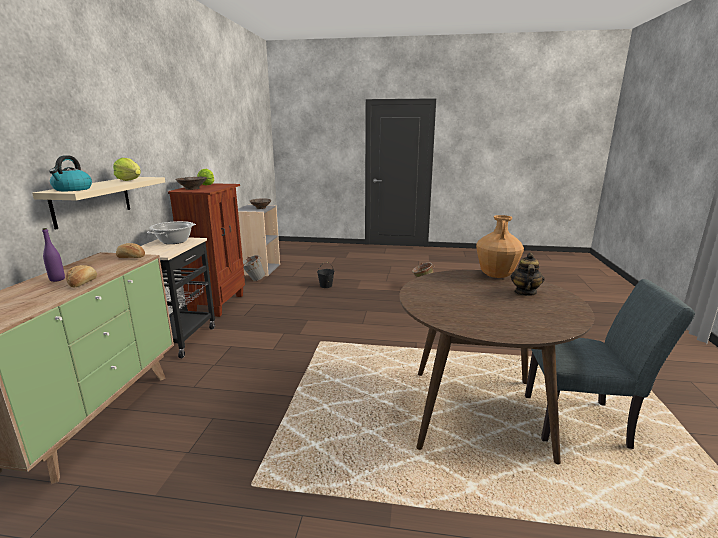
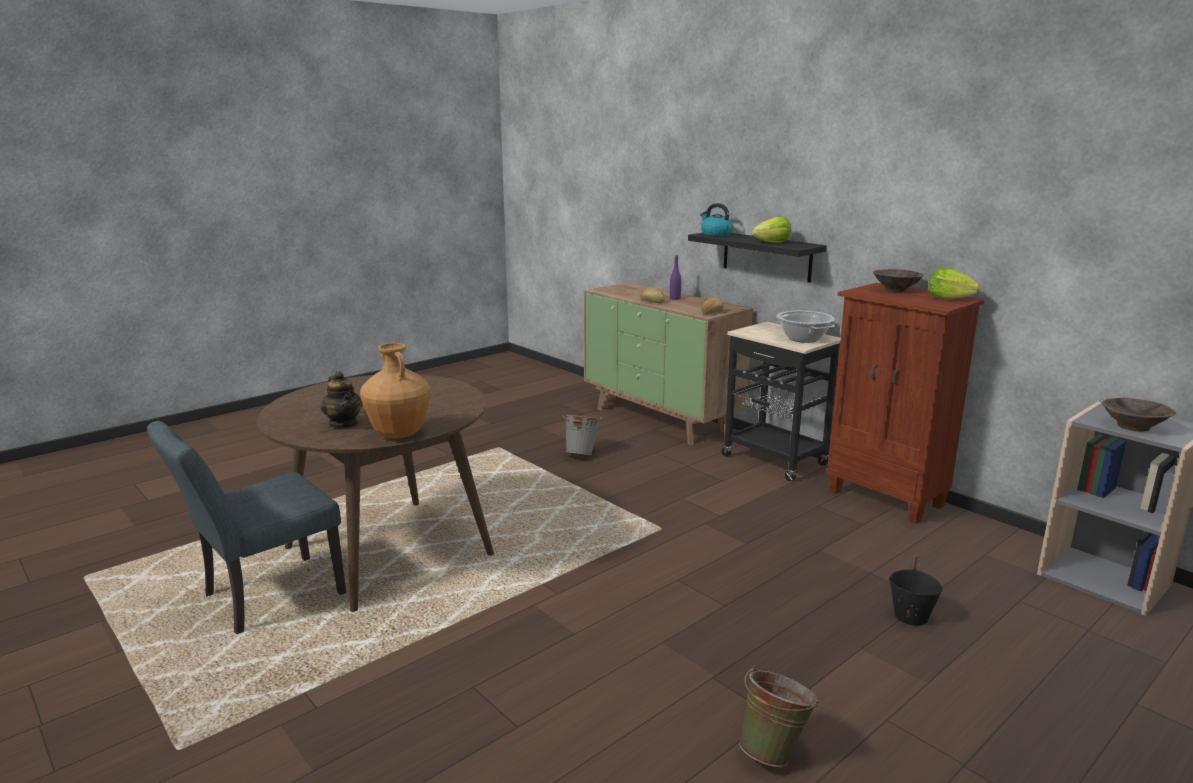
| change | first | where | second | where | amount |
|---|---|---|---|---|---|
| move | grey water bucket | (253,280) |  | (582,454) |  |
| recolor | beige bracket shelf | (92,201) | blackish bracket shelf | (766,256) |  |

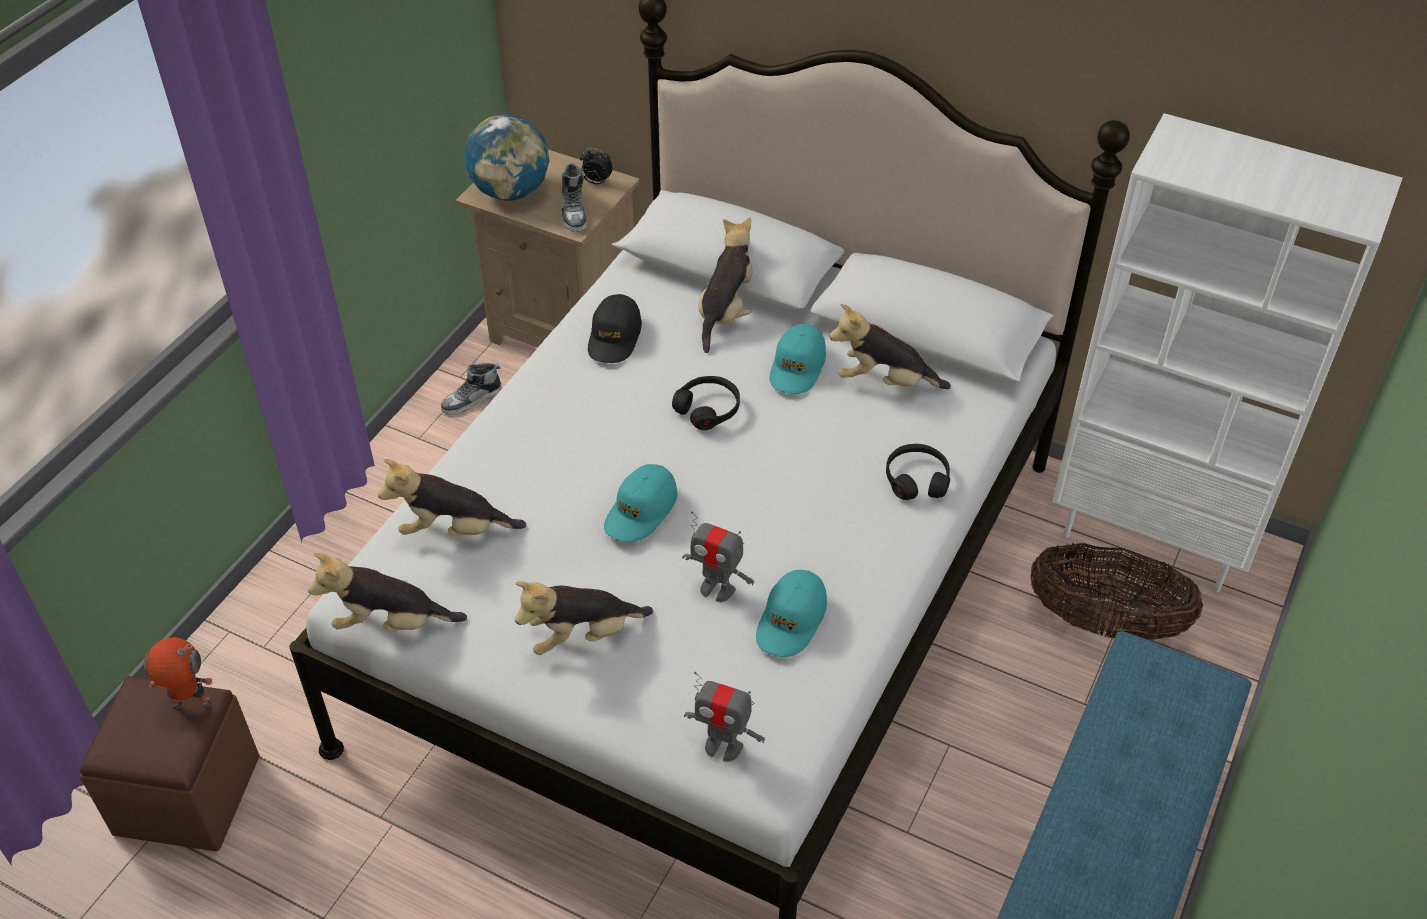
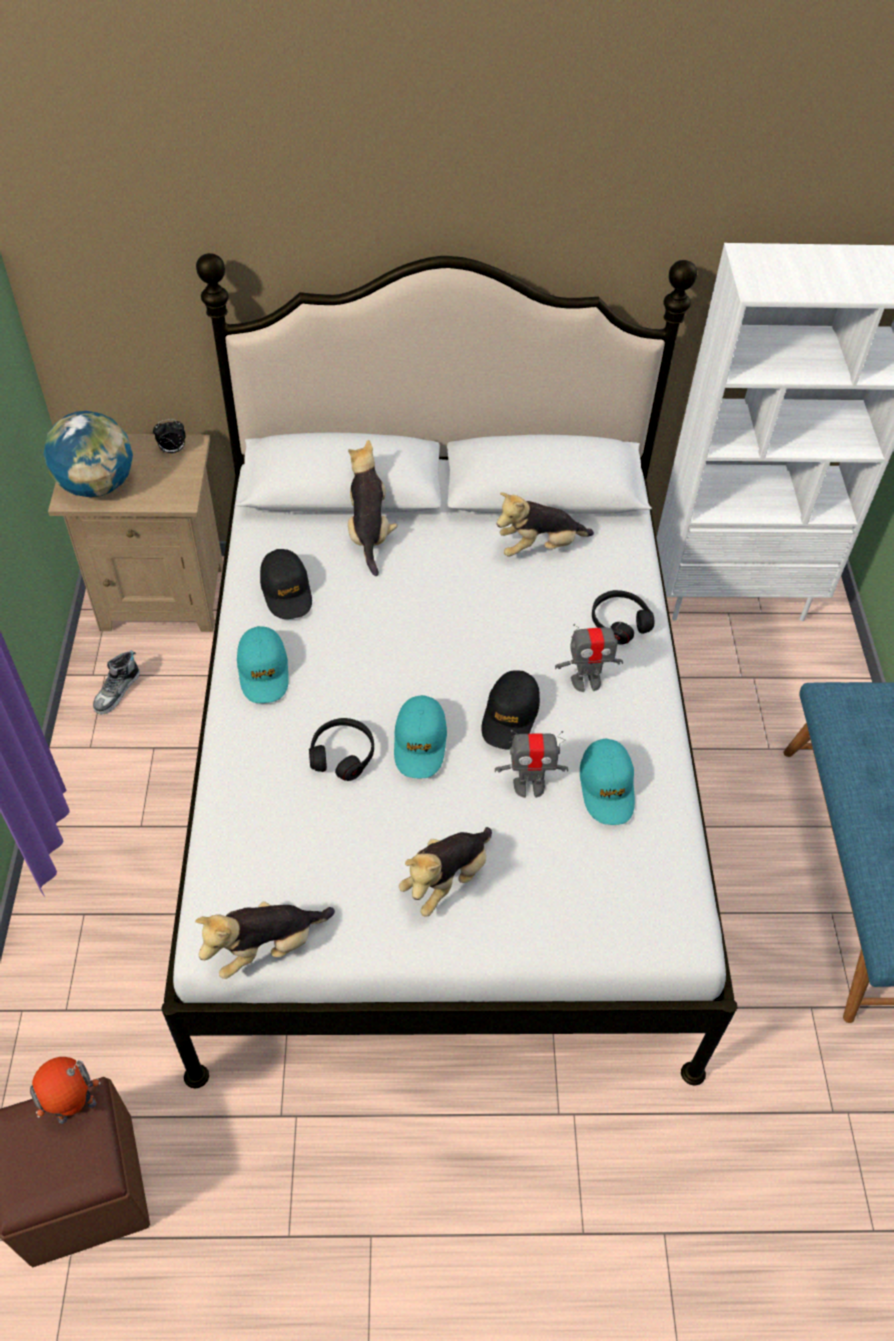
| change | first | where | second | where | amount |
|---|---|---|---|---|---|
| delete | soft toy | (454,530) |  |  |  |
| delete | shoe | (574,211) |  |  |  |
| delete | storage basket | (1105,623) |  |  |  |
| insert |  |  | blackish cap | (510,715) |  |
| move | blackish headset | (708,408) |  | (342,754) |  |
| move | robot figure | (723,746) |  | (586,681) |  |
| move | blue-green cap | (797,367) |  | (263,671) |  |

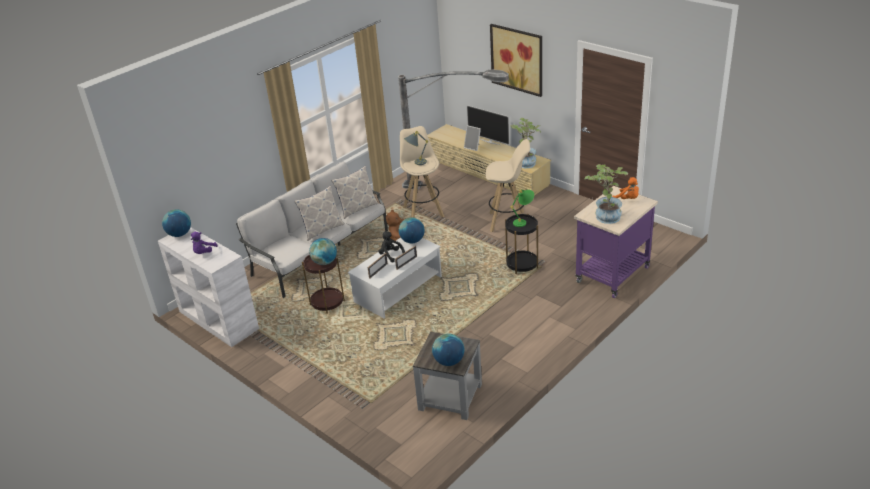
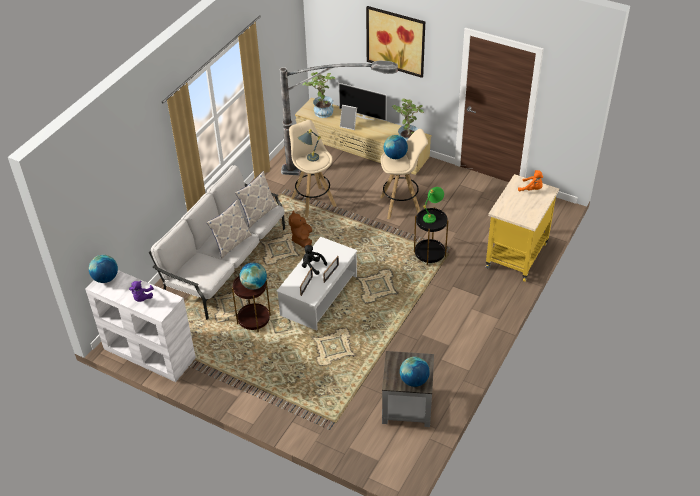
| change | first | where | second | where | amount |
|---|---|---|---|---|---|
| move | desk globe | (412,241) |  | (395,156) |  |
| move | potted plant | (605,215) |  | (321,110) |  |
| recolor | purplish trolley | (612,275) | yellow-coloured trolley | (517,256) |  |

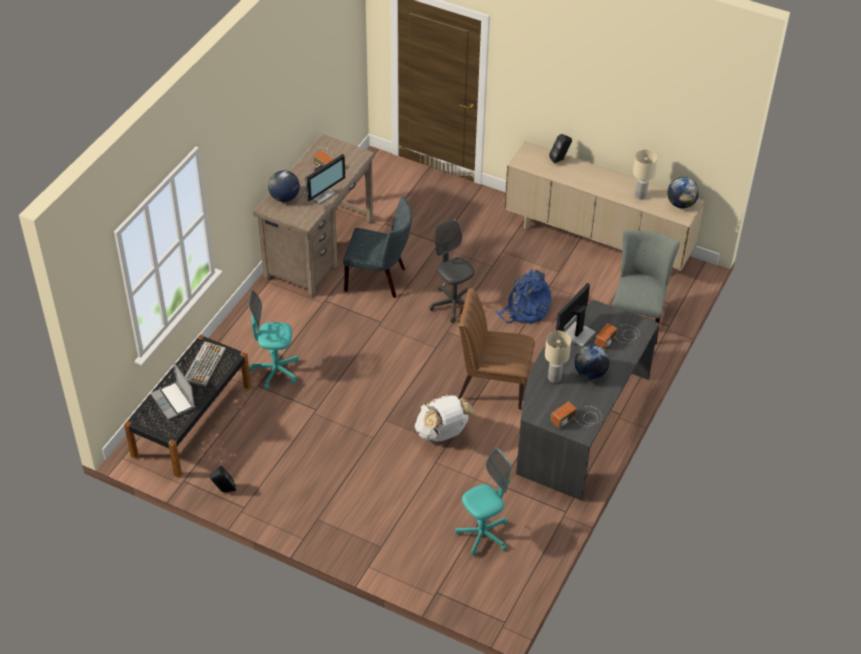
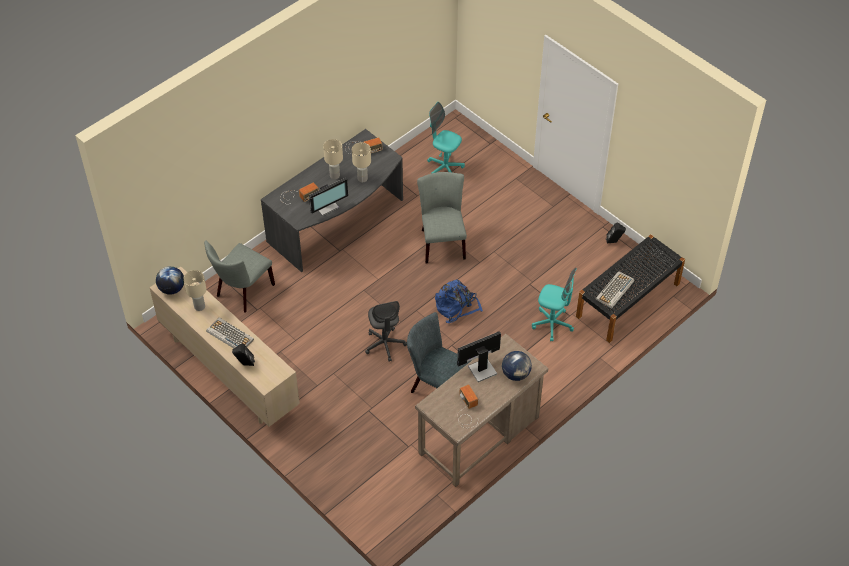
| change | first | where | second | where | amount |
|---|---|---|---|---|---|
| delete | notebook computer | (174,401) |  |  |  |
| delete | brown-coloured chair | (493,386) |  |  |  |
| insert |  |  | keyboard | (229,335) |  |
| move | blue-coloured backpack | (525,310) |  | (456,307) |  |
| replace | whitish backpack | (442,433) | grey chair | (441,241) |  |
| replace | desk globe | (590,373) | beige lamp for a table | (335,175) |  |
| rotate | blue-green desk chair | (483,534) |  | (444,168) | 45 degrees clockwise |

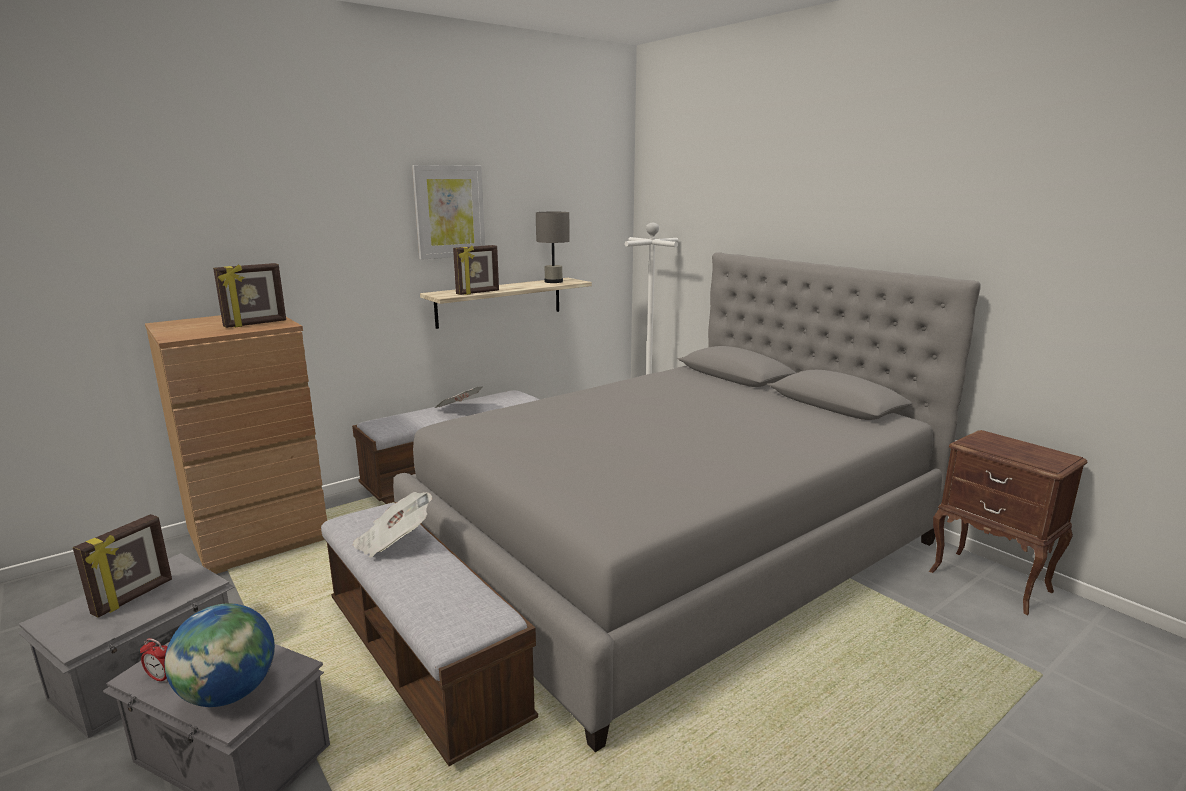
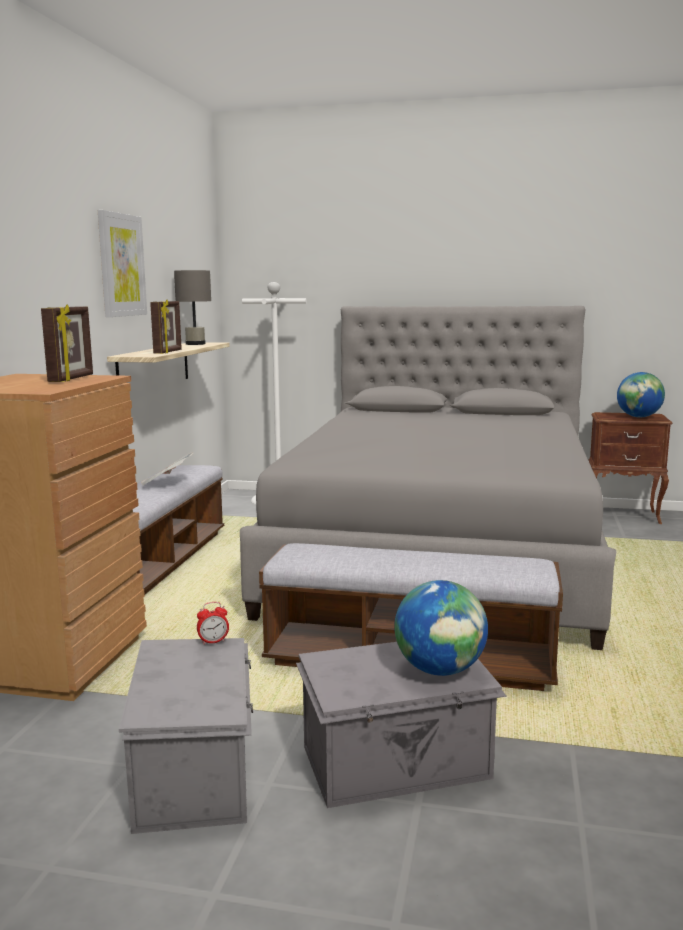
| change | first | where | second | where | amount |
|---|---|---|---|---|---|
| delete | photo frame | (134,597) |  |  |  |
| delete | newspaper | (393,542) |  |  |  |
| insert |  |  | desk globe | (639,417) |  |
| move | alarm clock | (161,678) |  | (213,641) |  |

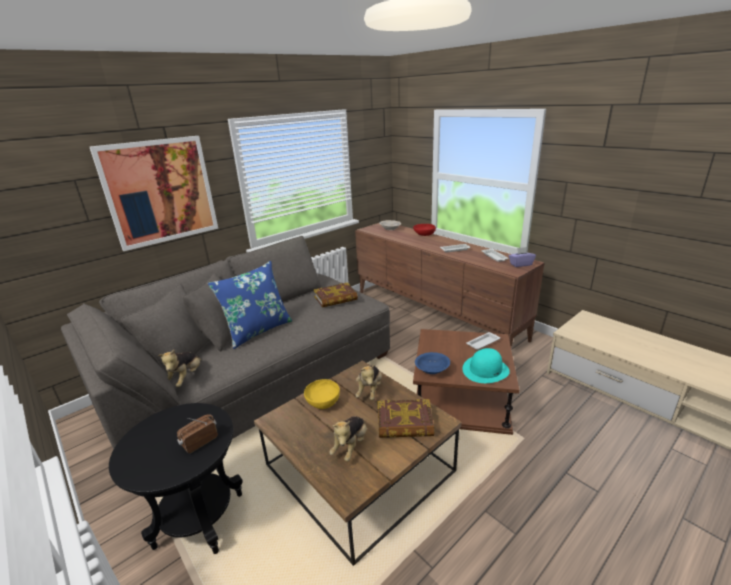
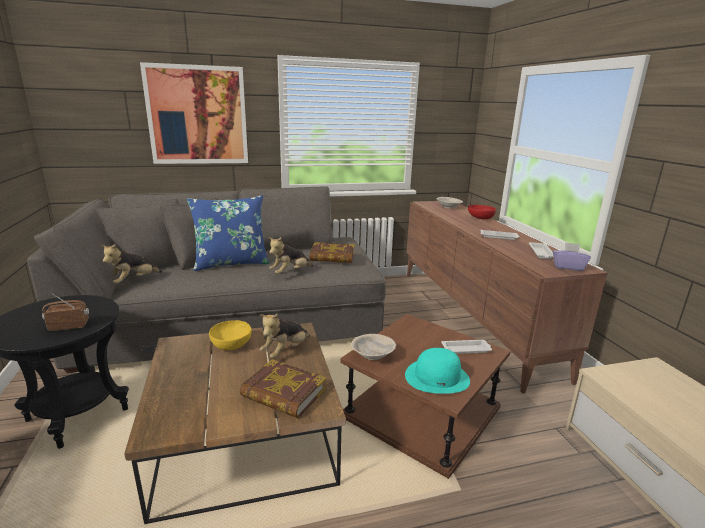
| change | first | where | second | where | amount |
|---|---|---|---|---|---|
| move | soft toy | (350,446) |  | (290,273) |  |
| recolor | blue-coloured deep dish | (432,370) | beige deep dish | (373,355) |  |

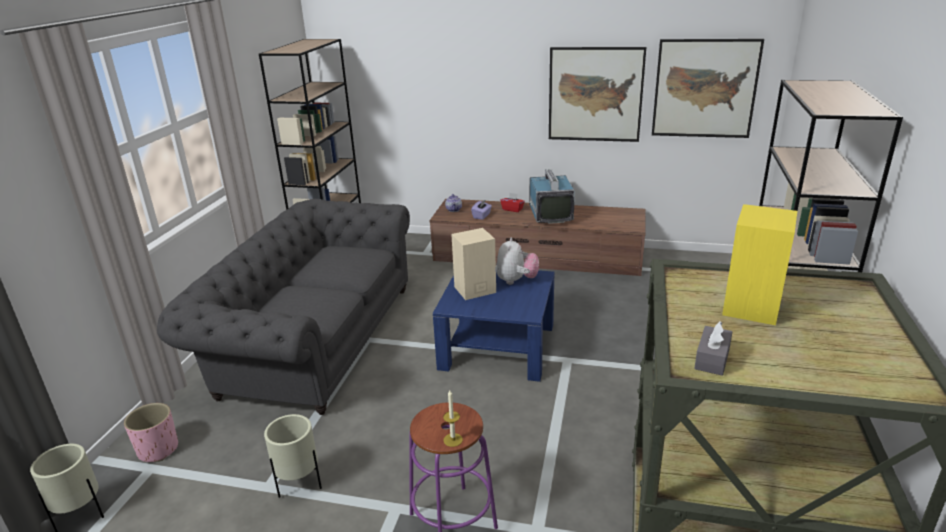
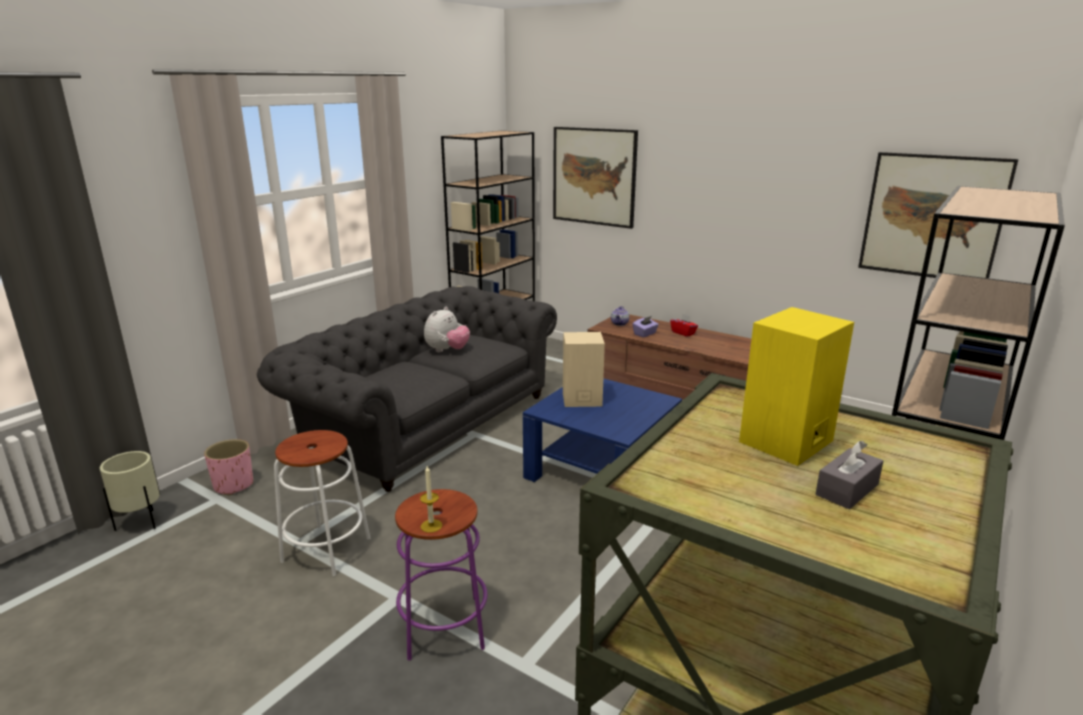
| change | first | where | second | where | amount |
|---|---|---|---|---|---|
| delete | TV set | (550,214) |  |  |  |
| move | soft toy | (516,281) |  | (447,350) |  |
| move | wall art | (595,94) |  | (594,176) |  |
| move | grey tissue holder | (712,359) |  | (847,489) |  |
| replace | beige planter | (300,485) | whitish stool seat | (326,549) |  |

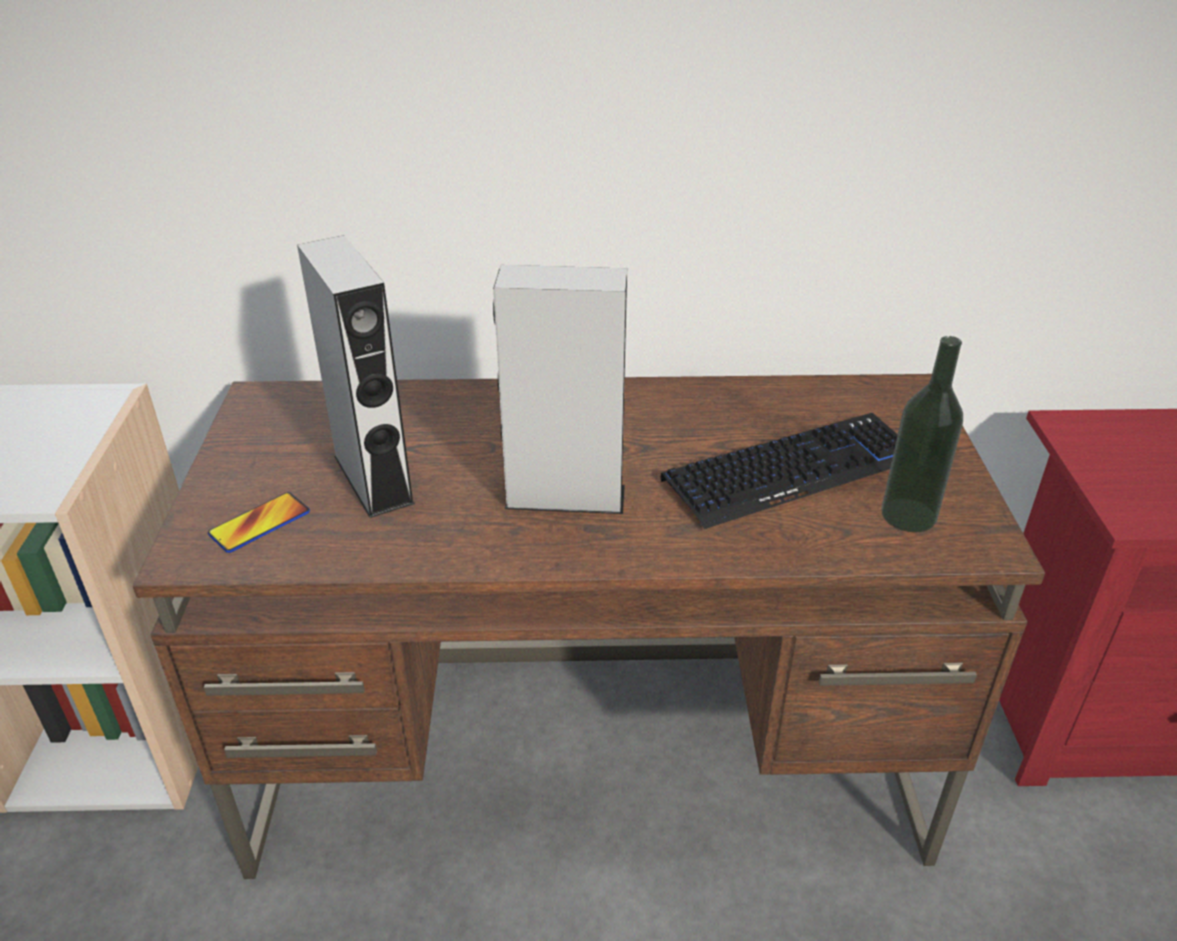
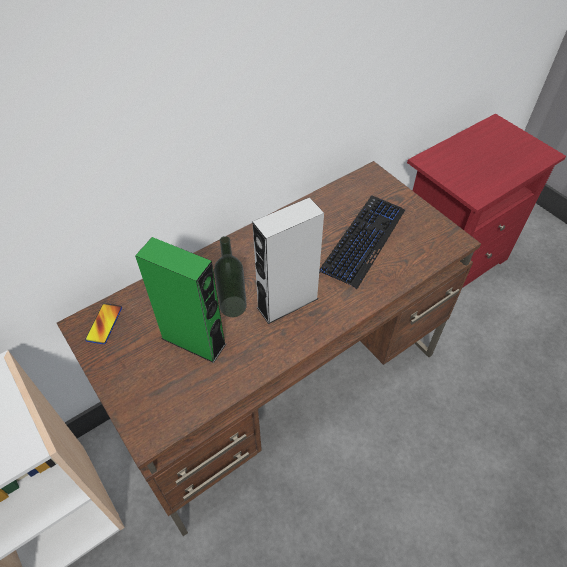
| change | first | where | second | where | amount |
|---|---|---|---|---|---|
| move | telephone | (260,524) |  | (104,324) |  |
| move | beverage bottle | (908,515) |  | (233,306) |  |
| recolor | grey audio speaker | (373,479) | green audio speaker | (193,341) |  |

